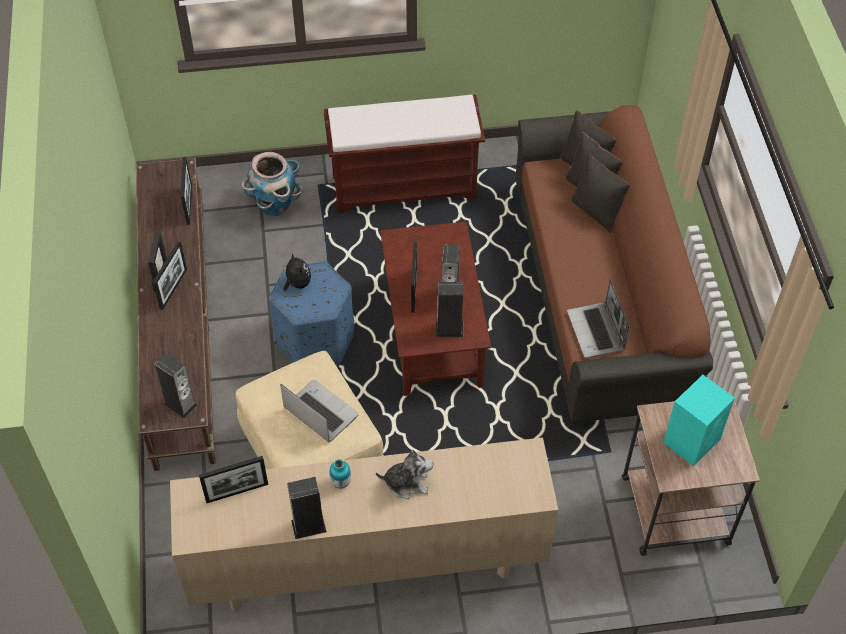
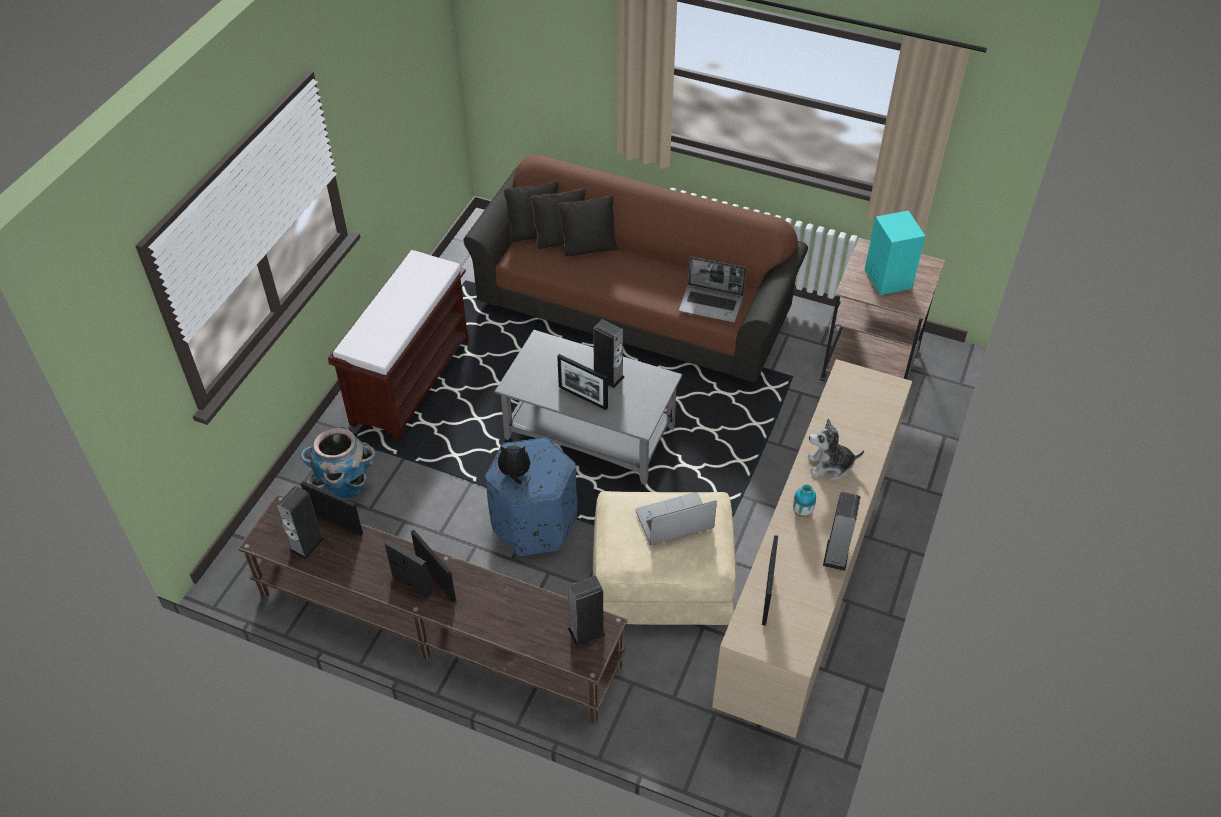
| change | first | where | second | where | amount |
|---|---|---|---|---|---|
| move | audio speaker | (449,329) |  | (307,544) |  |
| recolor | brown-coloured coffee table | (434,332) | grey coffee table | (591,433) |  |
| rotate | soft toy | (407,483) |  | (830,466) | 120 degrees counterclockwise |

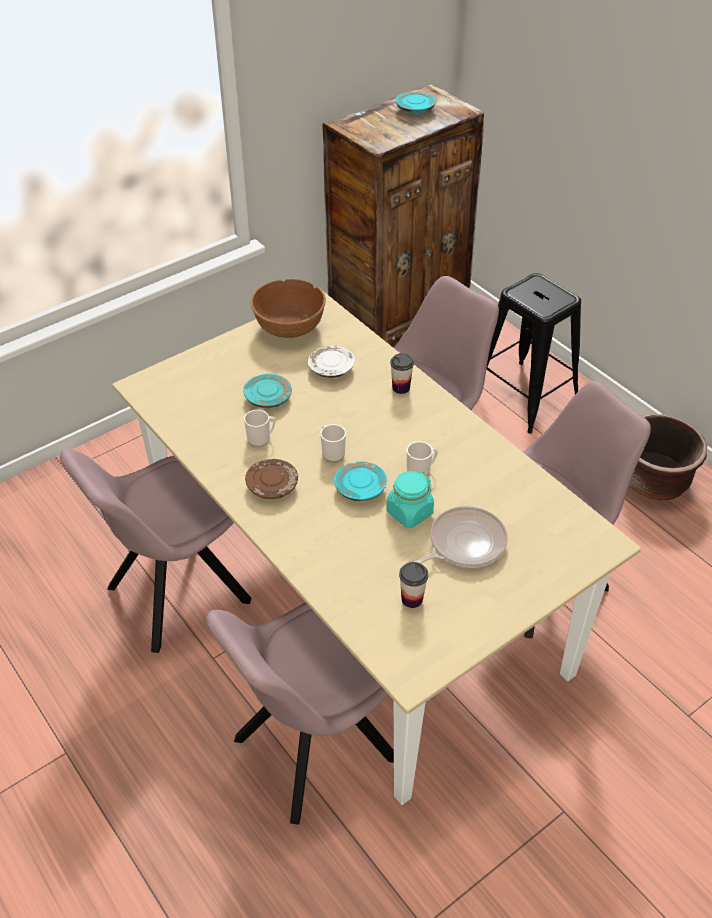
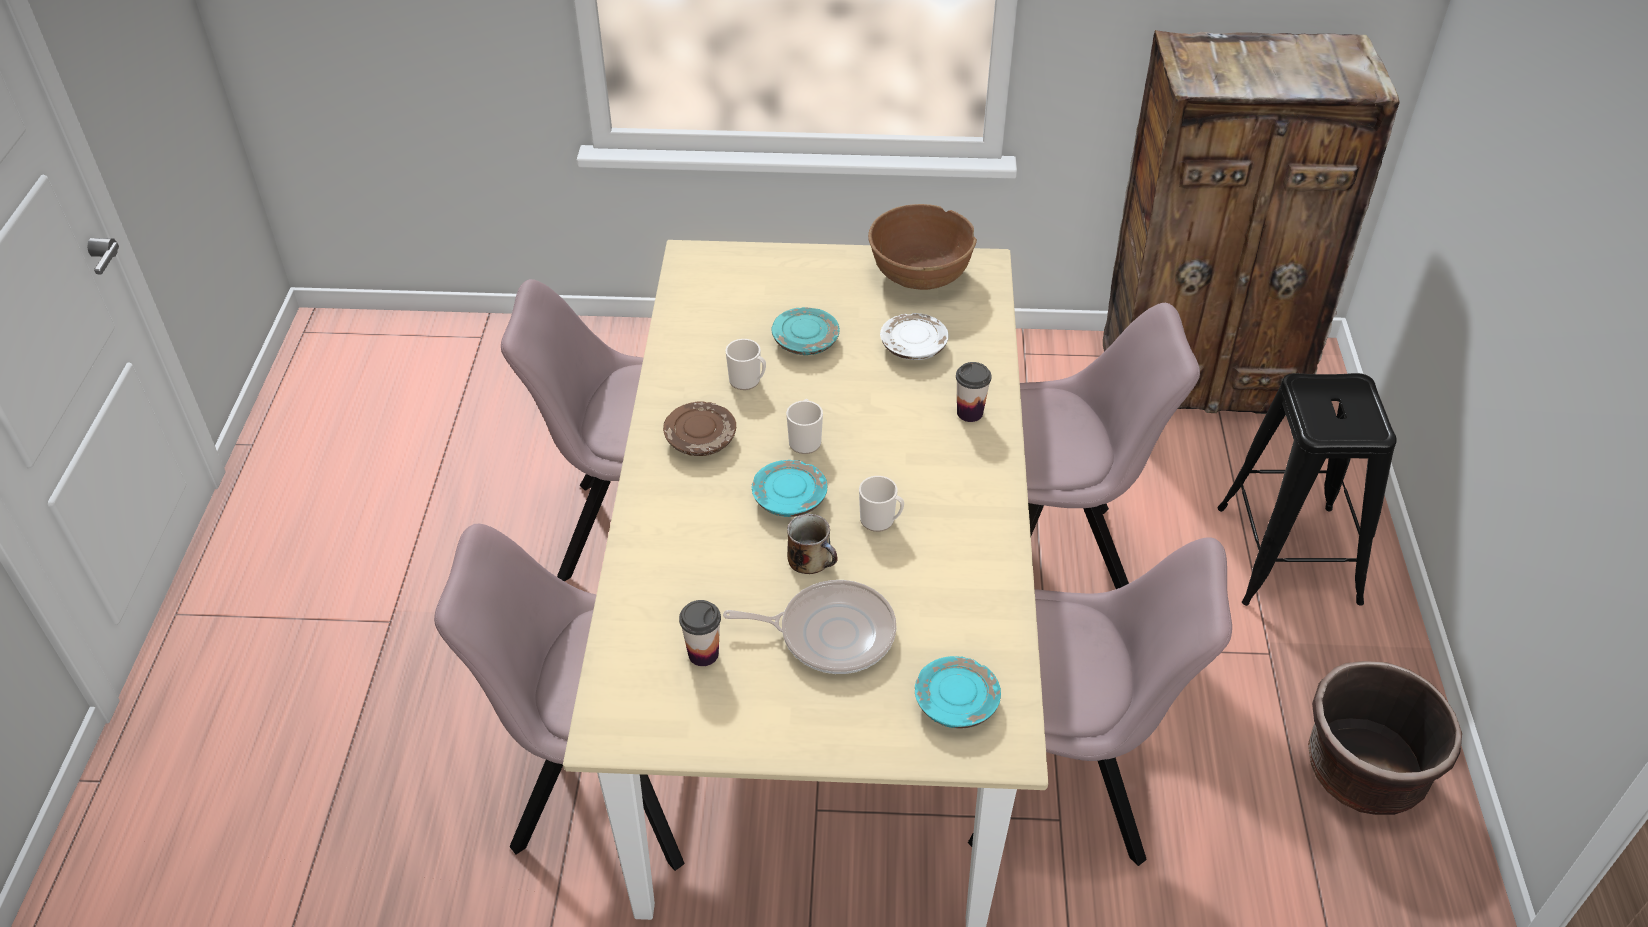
| change | first | where | second | where | amount |
|---|---|---|---|---|---|
| move | blue-green flat dish | (415,109) |  | (956,702) |  |
| replace | blue-green jar | (409,512) | mug | (812,559) |  |

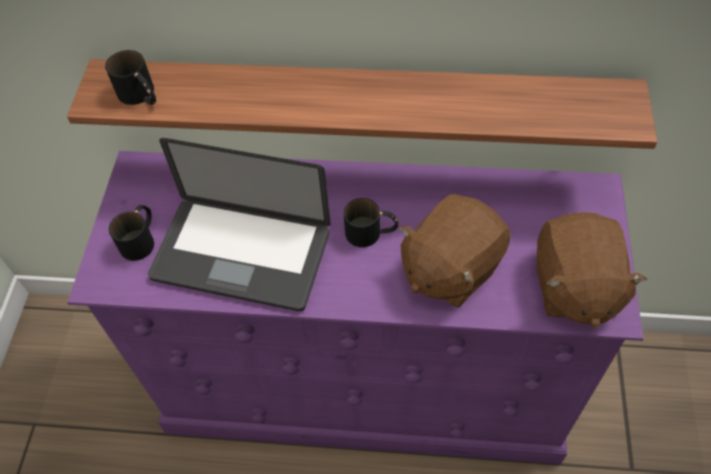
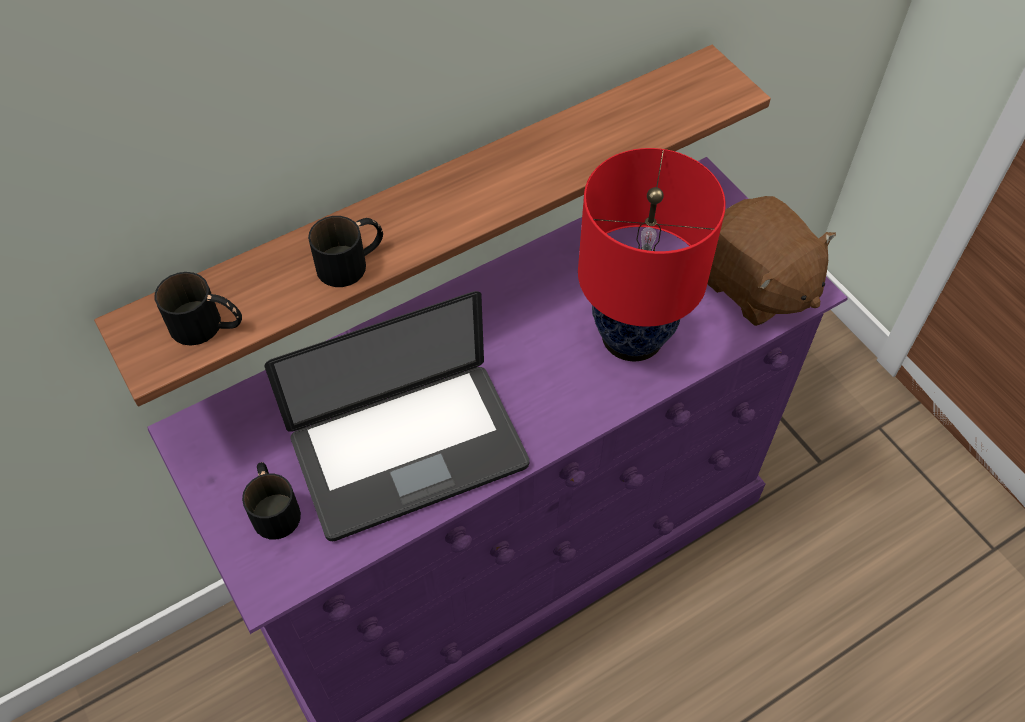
| change | first | where | second | where | amount |
|---|---|---|---|---|---|
| move | blackish mug | (371,232) |  | (352,261) |  |
| replace | brown-coloured soft toy | (450,268) | reddish lamp for a table | (632,335) |  |

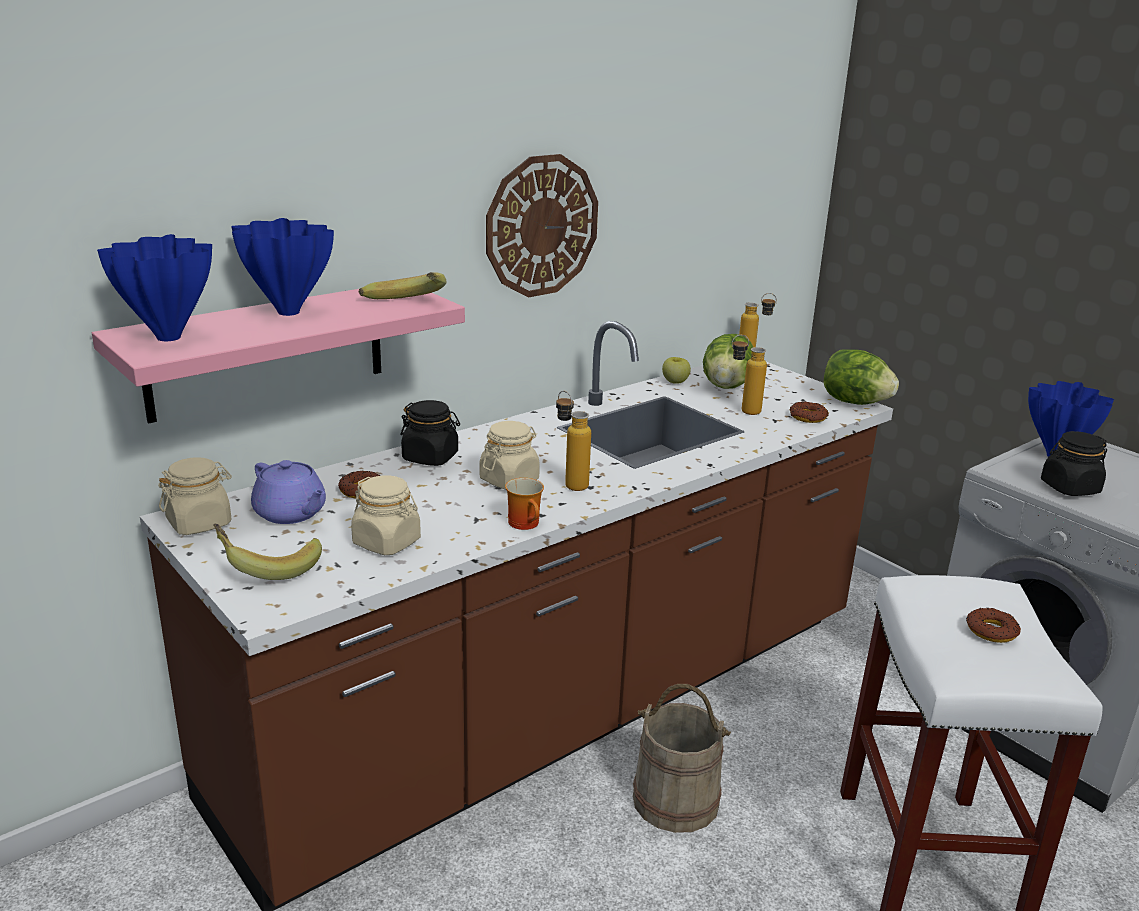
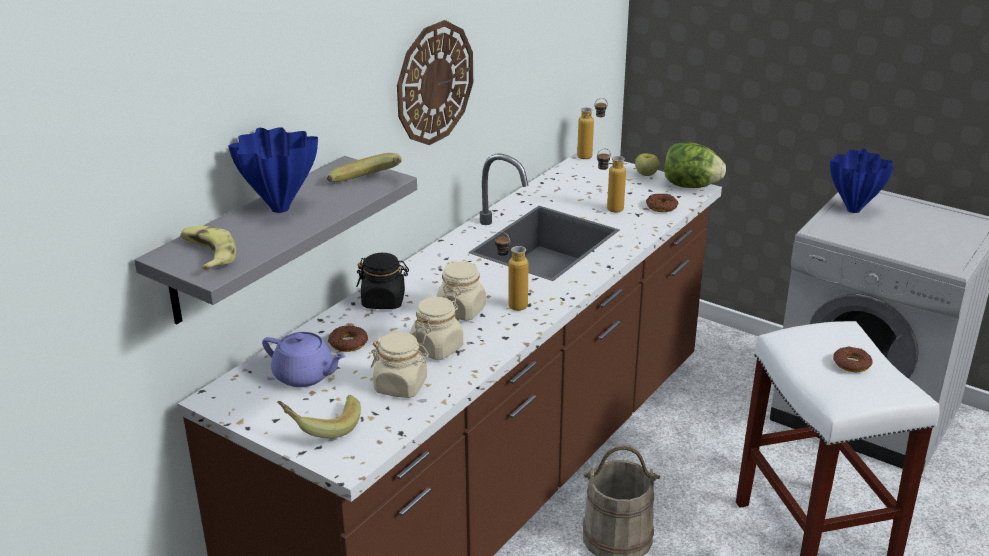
| change | first | where | second | where | amount |
|---|---|---|---|---|---|
| delete | mug | (527,524) |  |  |  |
| delete | lettuce | (726,386) |  |  |  |
| delete | blackish jar | (1069,488) |  |  |  |
| move | beige jar | (199,523) |  | (437,348) |  |
| move | apple | (675,382) |  | (646,174) |  |
| replace | blue-coloured vase | (168,338) | banana | (207,255) |  |
| recolor | pink-coloured bracket shelf | (267,350) | grey bracket shelf | (253,240) |  |

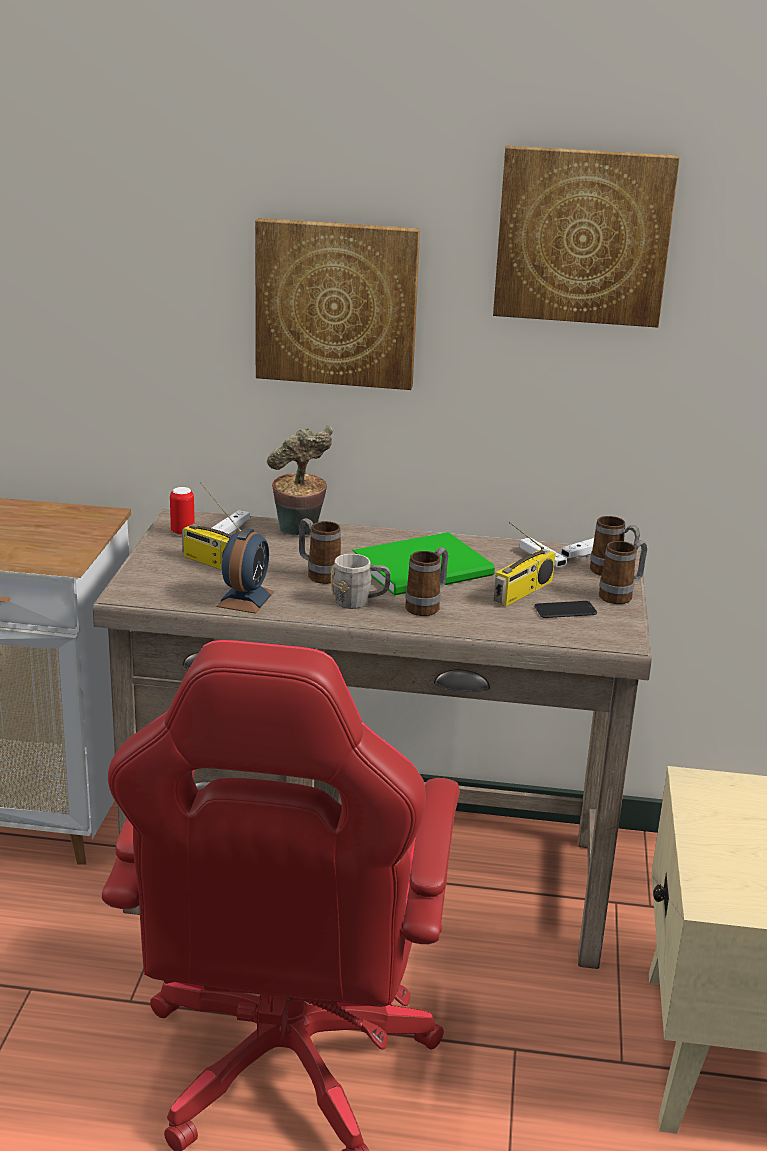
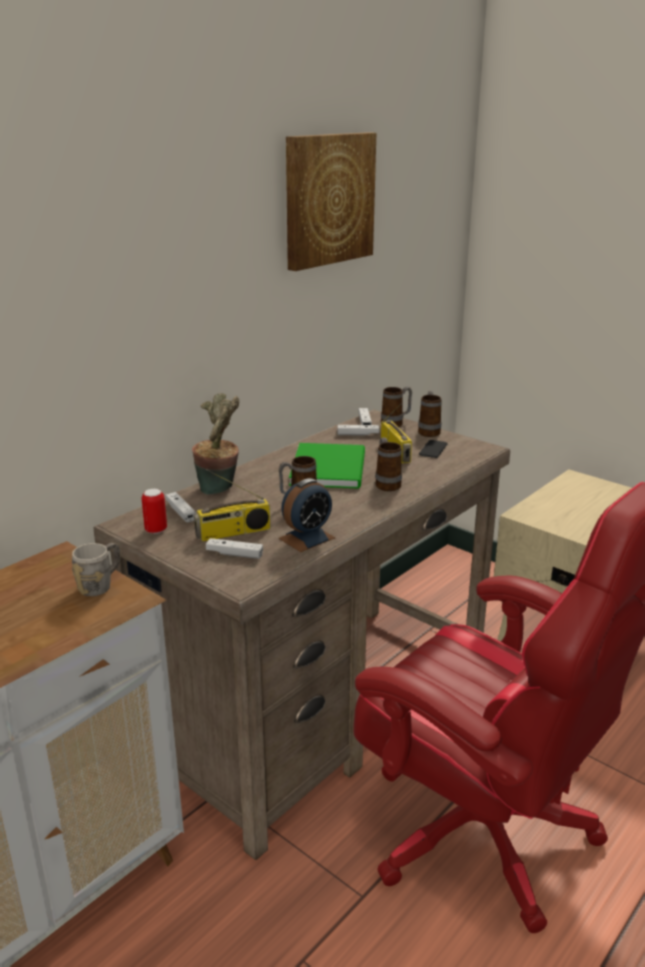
| change | first | where | second | where | amount |
|---|---|---|---|---|---|
| delete | wall art | (337,303) |  |  |  |
| insert |  |  | whitish joypad | (234,554) |  |
| move | grey mug | (359,602) |  | (100,585) |  |
| rotate | alarm clock | (245,599) |  | (307,538) | 90 degrees clockwise |

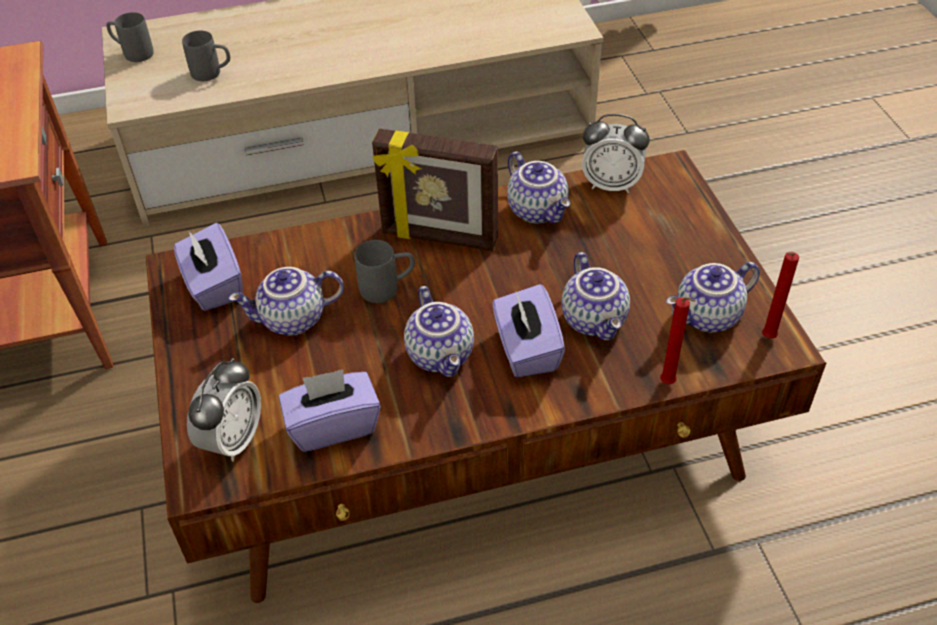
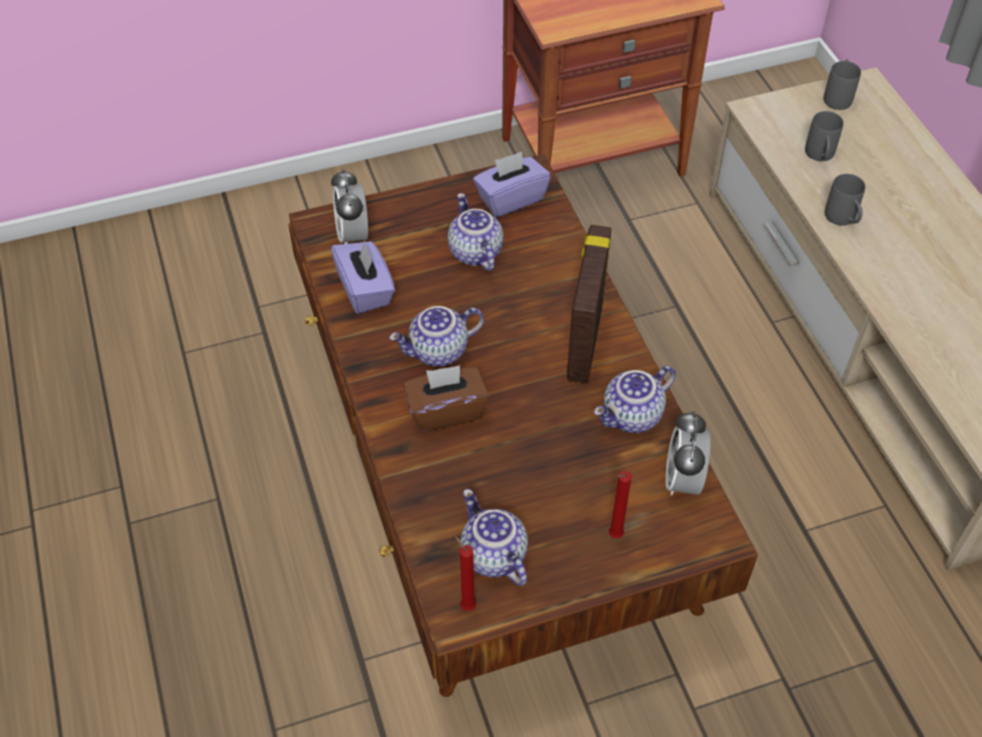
| change | first | where | second | where | amount |
|---|---|---|---|---|---|
| delete | tea pot | (595,320) |  |  |  |
| move | grey mug | (388,288) |  | (843,220) |  |
| move | reddish candle | (669,384) |  | (613,536) |  |
| recolor | purplish tissue holder | (526,350) | brown-coloured tissue holder | (446,410) |  |
| rotate | alarm clock | (233,440) |  | (353,235) | 60 degrees clockwise |

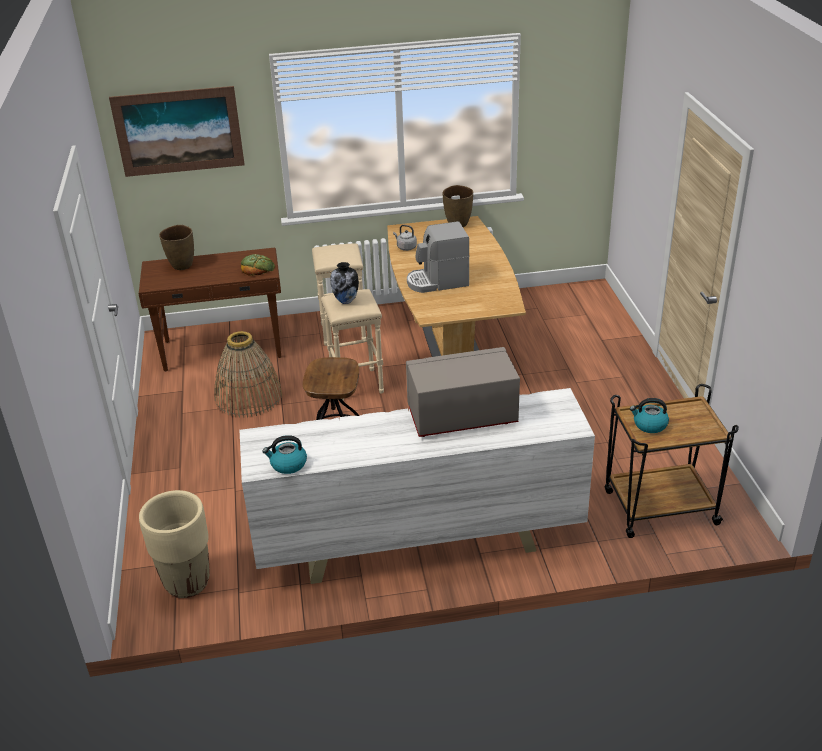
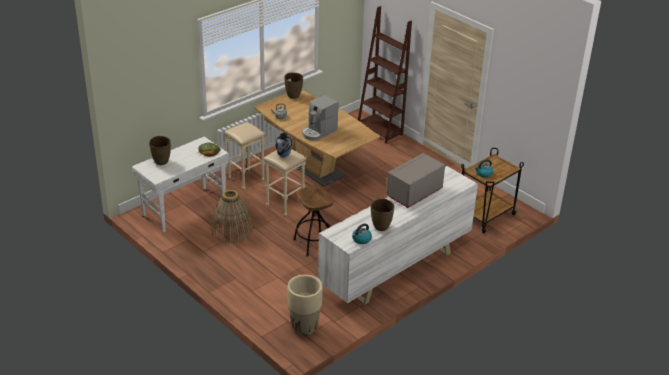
| change | first | where | second | where | amount |
|---|---|---|---|---|---|
| delete | wall art | (178,131) |  |  |  |
| insert |  |  | brown-coloured bookcase | (379,130) |  |
| insert |  |  | brown-coloured vase | (381,227) |  |
| recolor | brown-coloured hall table | (223,349) | whitish hall table | (185,209) |  |

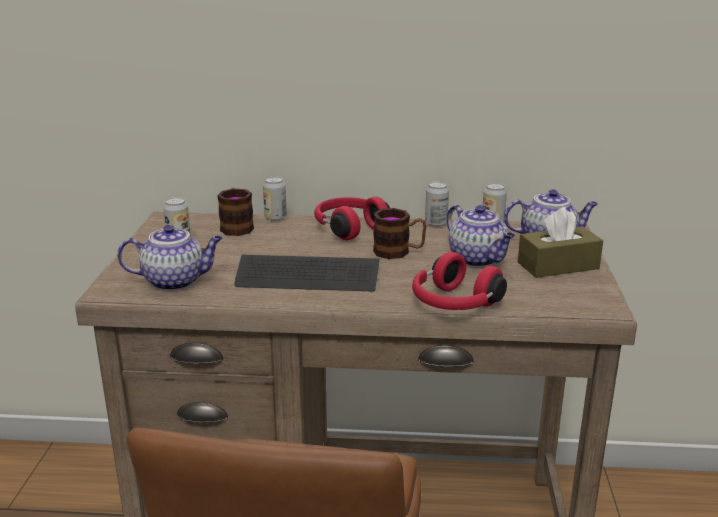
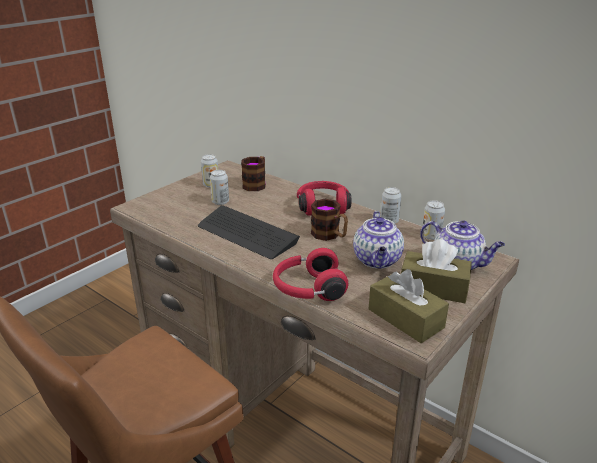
| change | first | where | second | where | amount |
|---|---|---|---|---|---|
| delete | tea pot | (175,281) |  |  |  |
| insert |  |  | brown-coloured tissue holder | (405,318) |  |
| move | metal can | (275,218) |  | (220,202) |  |

